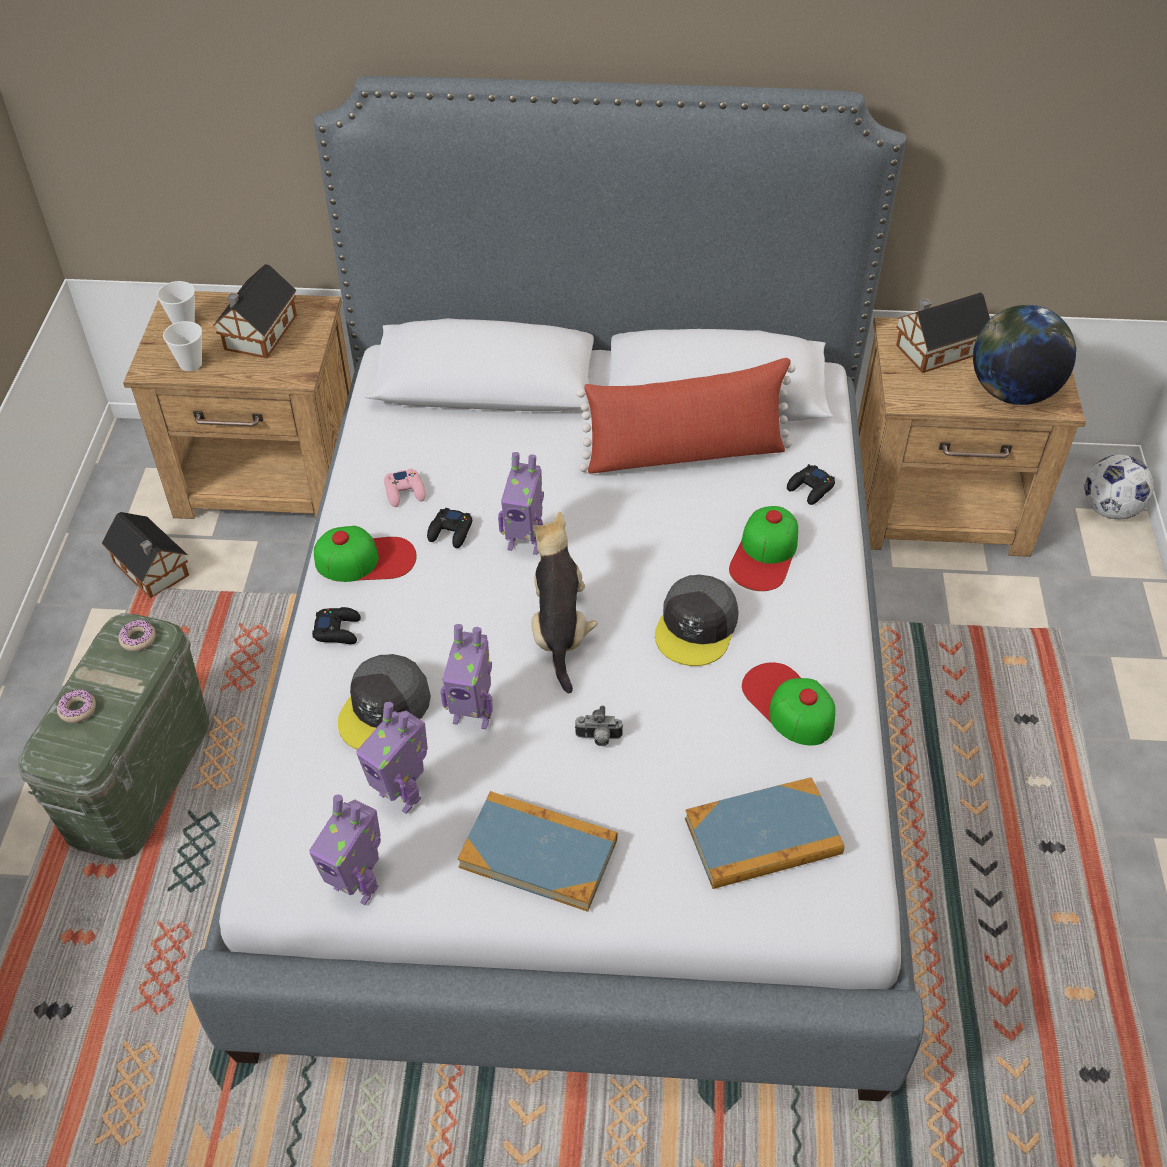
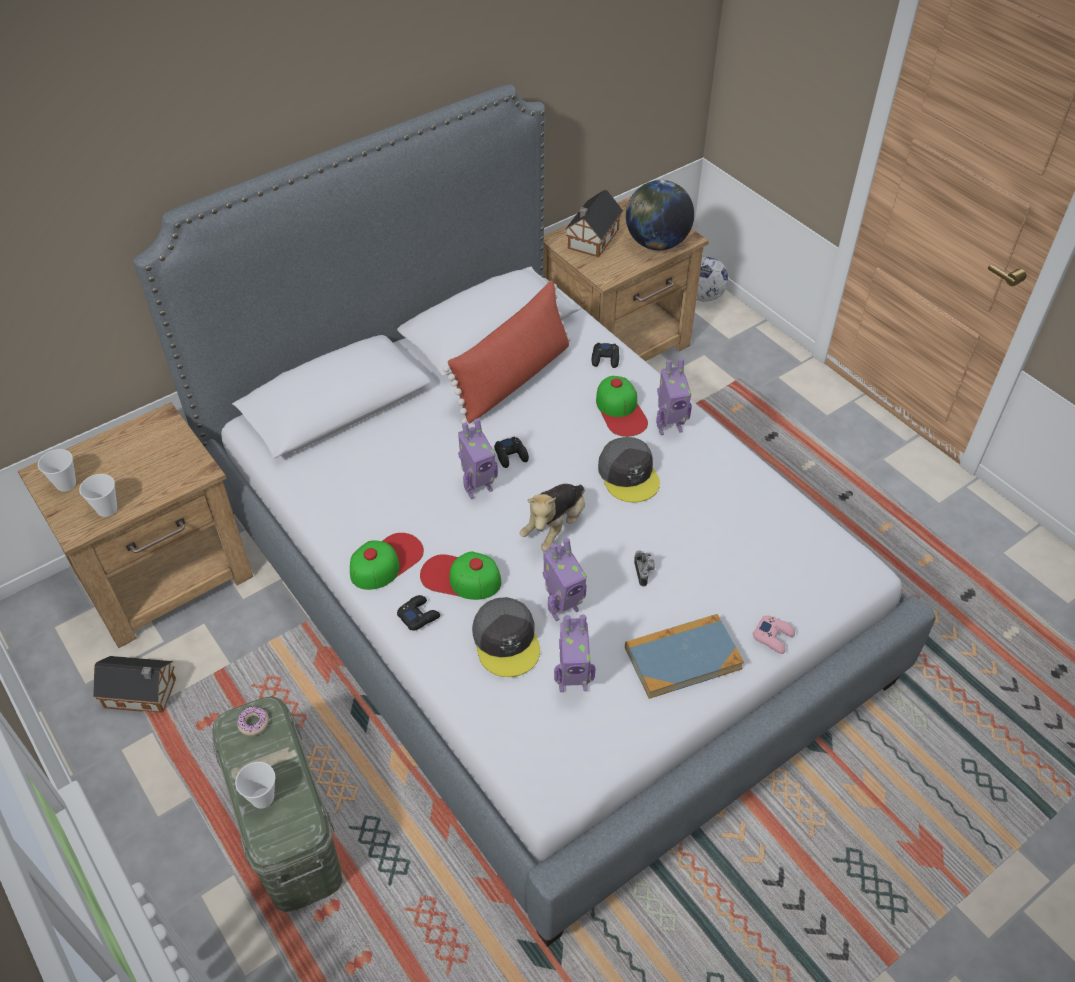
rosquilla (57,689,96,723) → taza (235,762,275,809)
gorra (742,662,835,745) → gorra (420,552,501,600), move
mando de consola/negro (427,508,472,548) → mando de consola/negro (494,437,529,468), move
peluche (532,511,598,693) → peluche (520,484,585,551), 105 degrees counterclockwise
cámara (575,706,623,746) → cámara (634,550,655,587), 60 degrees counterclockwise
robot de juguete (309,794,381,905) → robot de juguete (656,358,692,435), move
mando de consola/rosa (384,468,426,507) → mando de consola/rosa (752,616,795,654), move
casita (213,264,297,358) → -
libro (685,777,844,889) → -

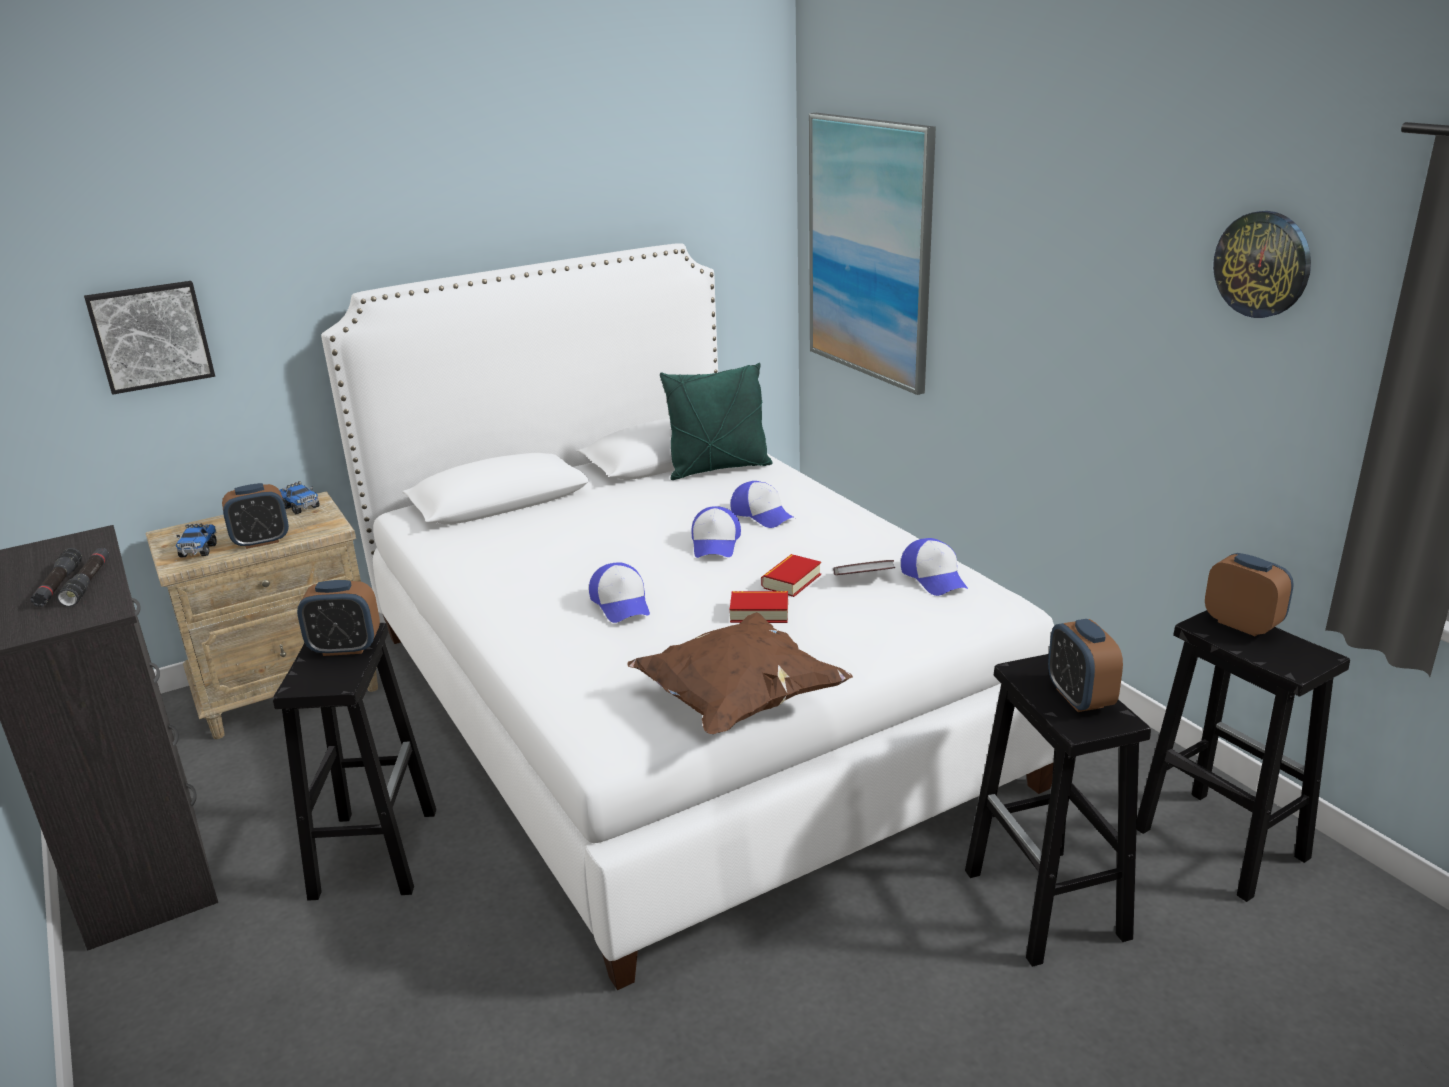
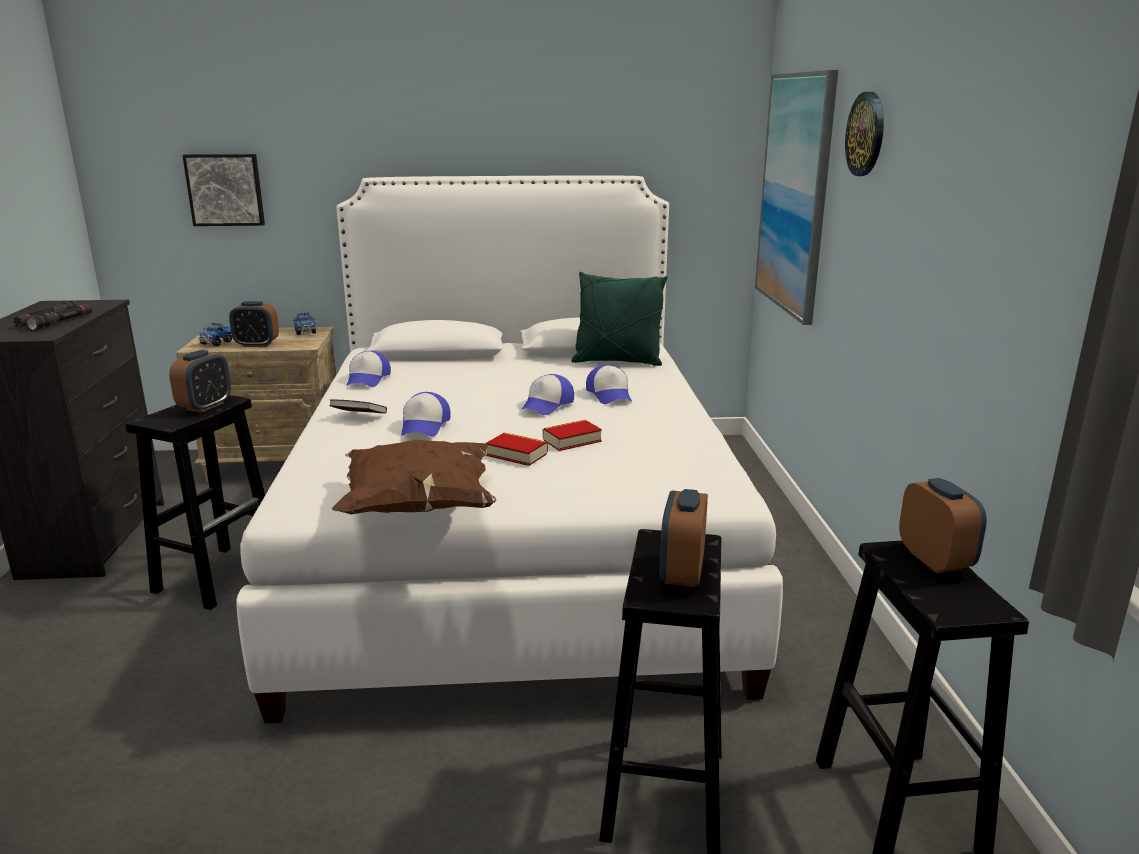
despertador (297,580,380,656) → despertador (169,350,231,413), 90 degrees counterclockwise
libro (833,560,895,575) → libro (329,399,387,413), move
gorra (901,538,968,596) → gorra (346,351,391,387), move
reloj de pared (1213,211,1311,318) → reloj de pared (845,92,884,176), move

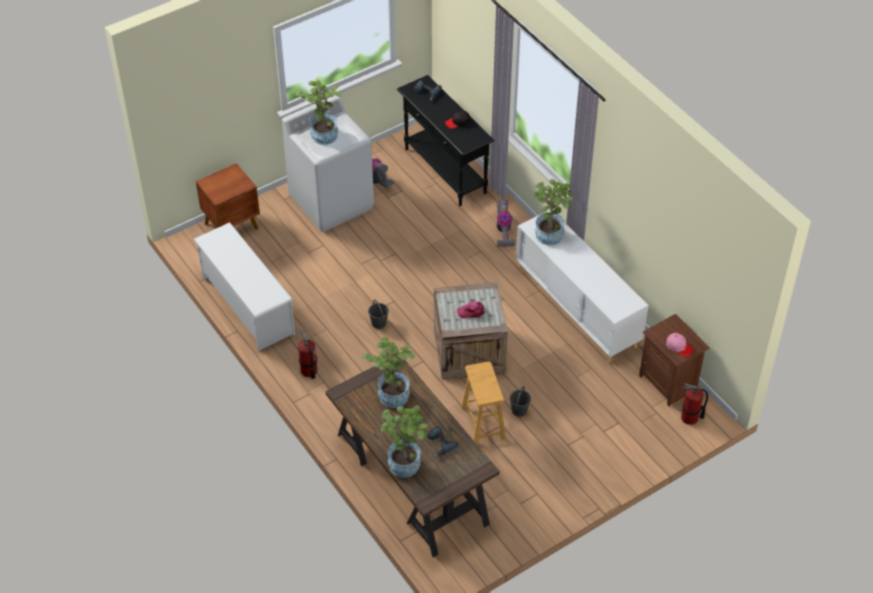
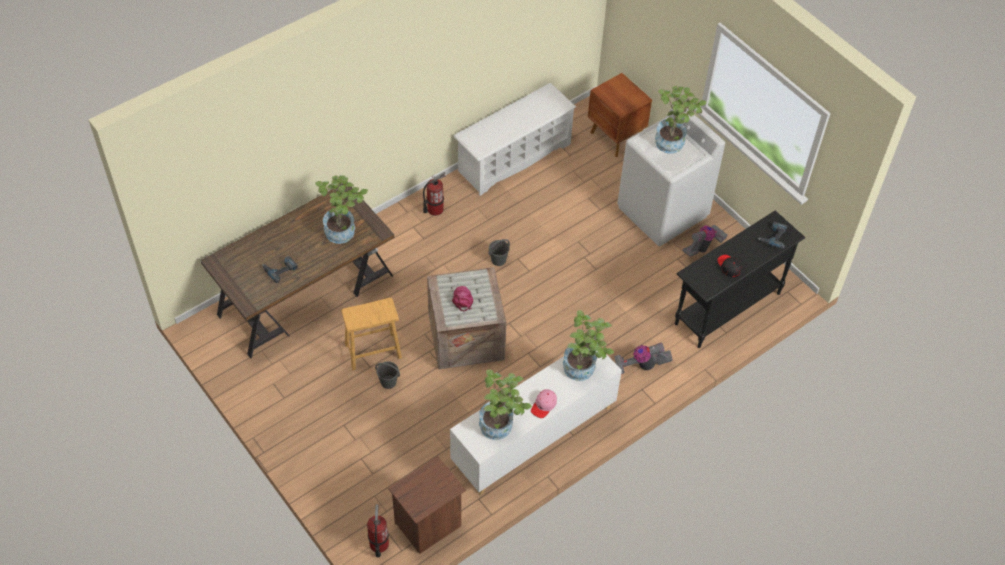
planta en maceta (381,405,428,478) → planta en maceta (479,369,532,440), move
gorra/rosa (666,333,693,357) → gorra/rosa (531,389,557,418), move

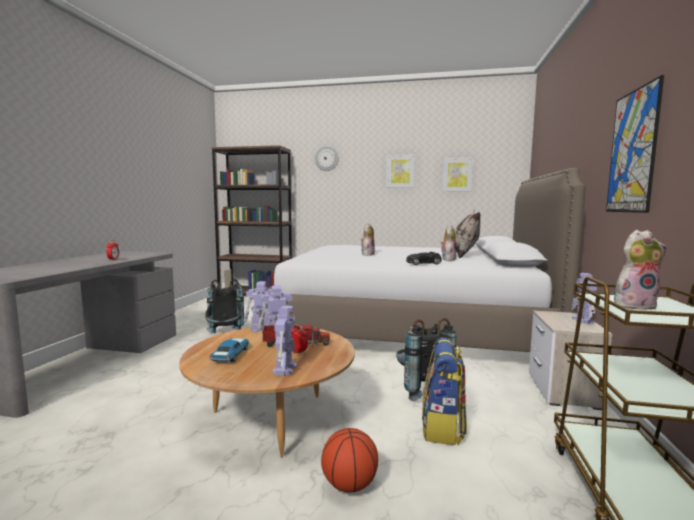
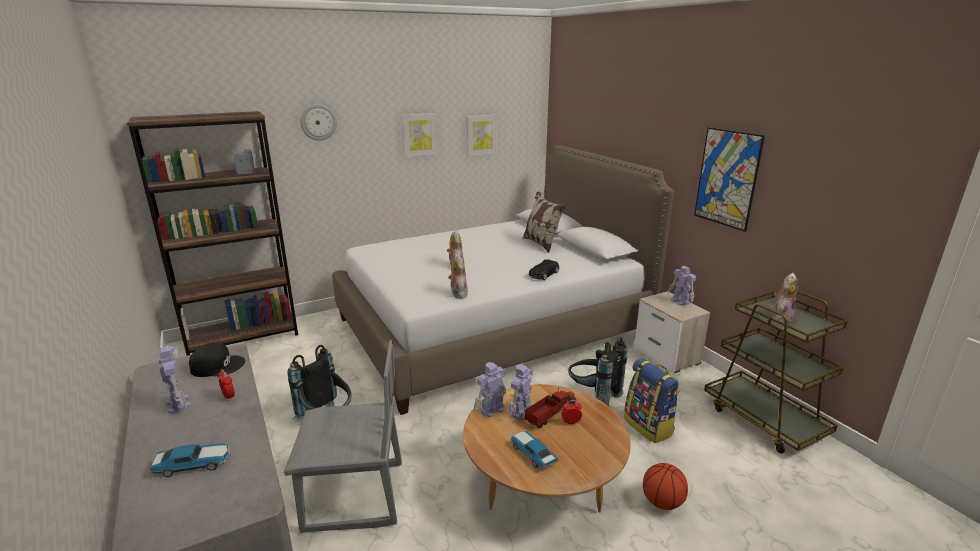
- → coche de juguete (150,443,230,477)
robot de juguete (272,305,297,376) → robot de juguete (158,346,191,414), move
- → gorra/negro (189,343,245,377)
- → silla/gris (284,340,402,533)
peluche (441,224,456,261) → peluche (448,254,468,298), move

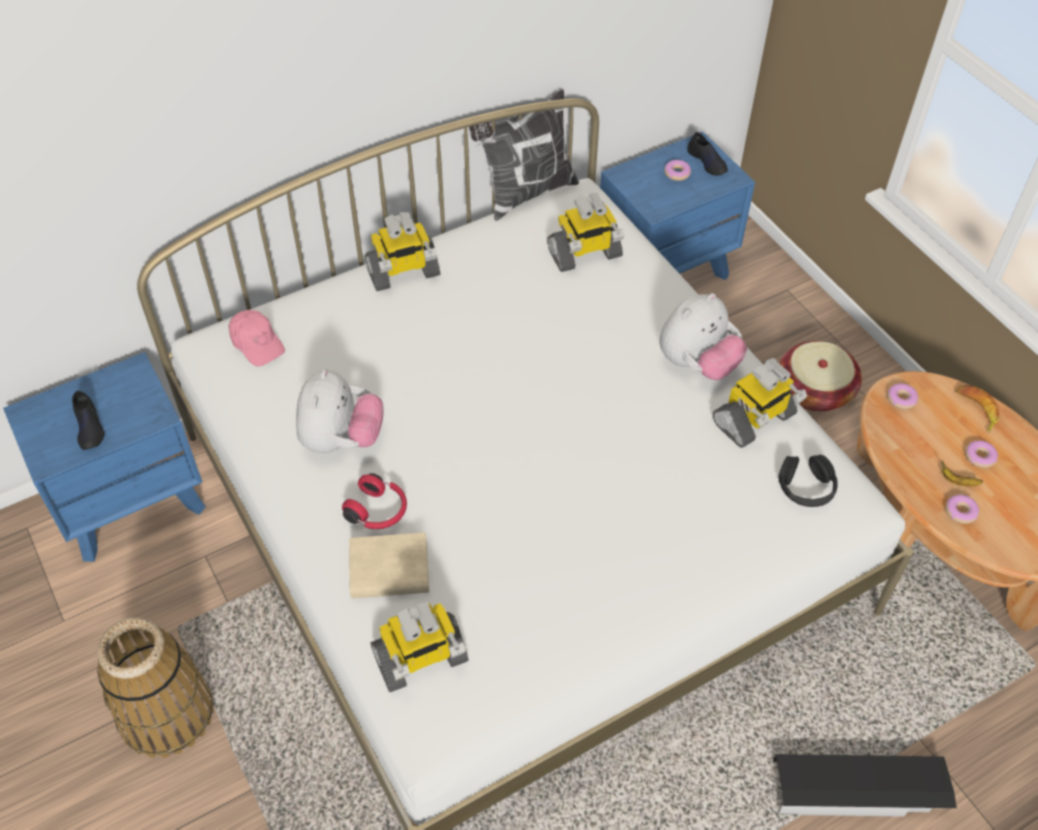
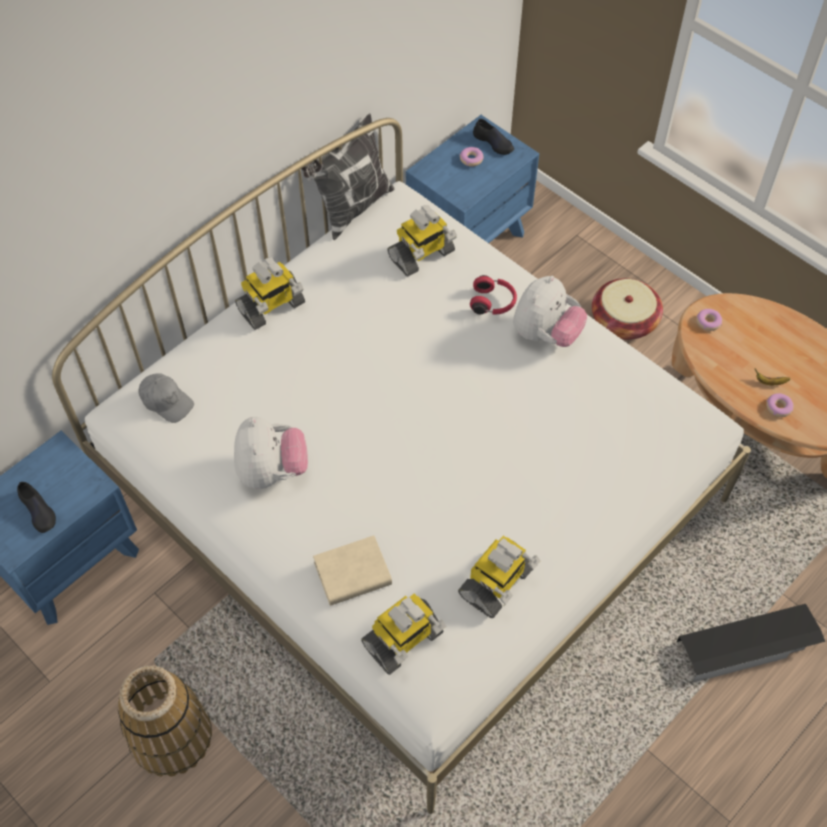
gorra/rosa (229,310,285,366) → gorra/gris (138,373,194,423)
robot de juguete (712,358,807,448) → robot de juguete (458,536,540,618), move
auriculares/rojo (342,473,407,529) → auriculares/rojo (470,275,517,314), move
auriculares/negro (778,455,838,507) → -
plátano (956,385,999,434) → -
rosquilla (965,440,998,468) → -

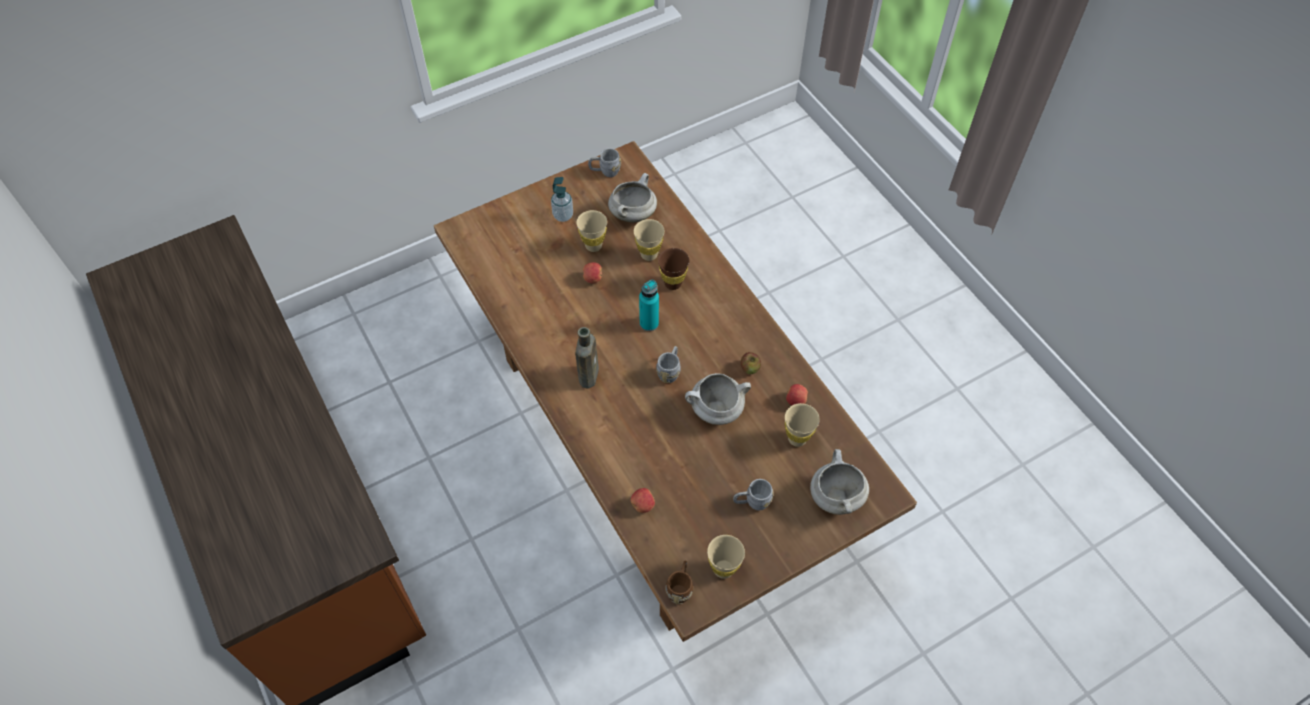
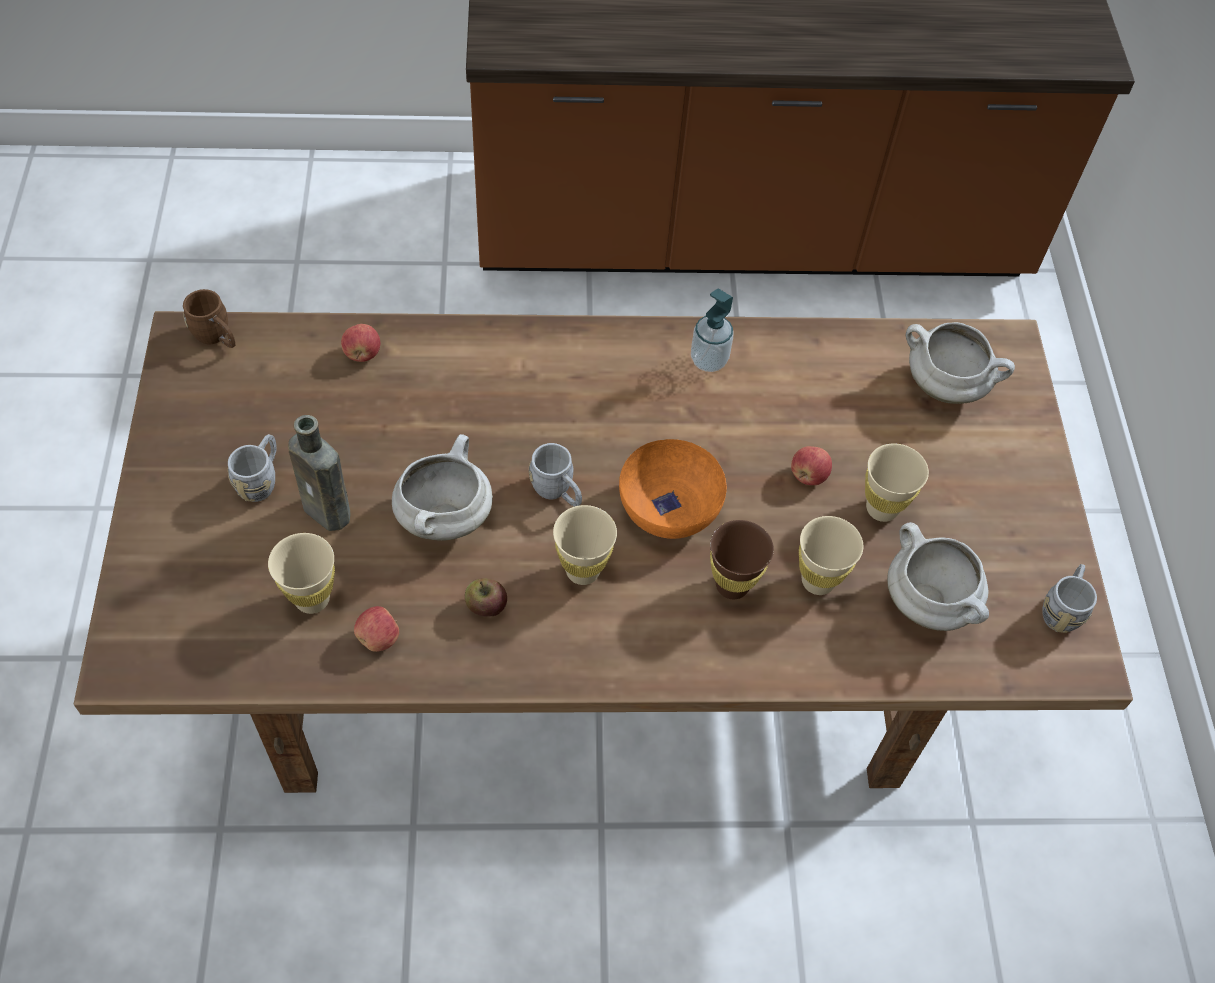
botella/marrón (575,327,599,389) → botella/marrón (288,415,350,531), move
taza/beis (707,535,745,579) → taza/beis (553,505,617,585), move
botella/turquesa (639,280,659,331) → cuenco/naranja (619,439,727,539)
dispensador de jabón (551,177,573,222) → dispensador de jabón (691,288,734,372), move
olla/blanco (810,449,869,515) → olla/blanco (906,322,1015,404), move

